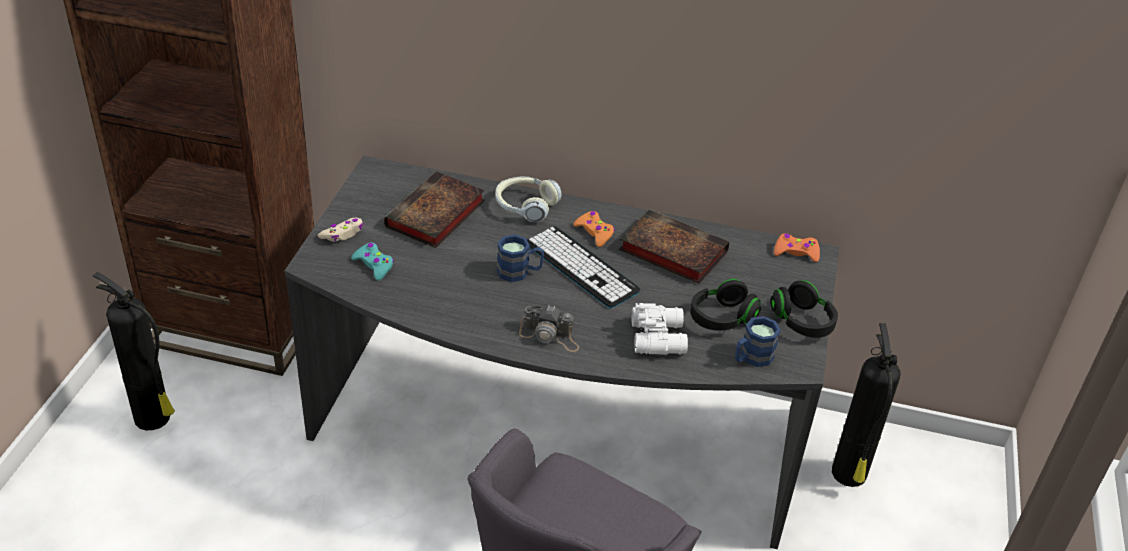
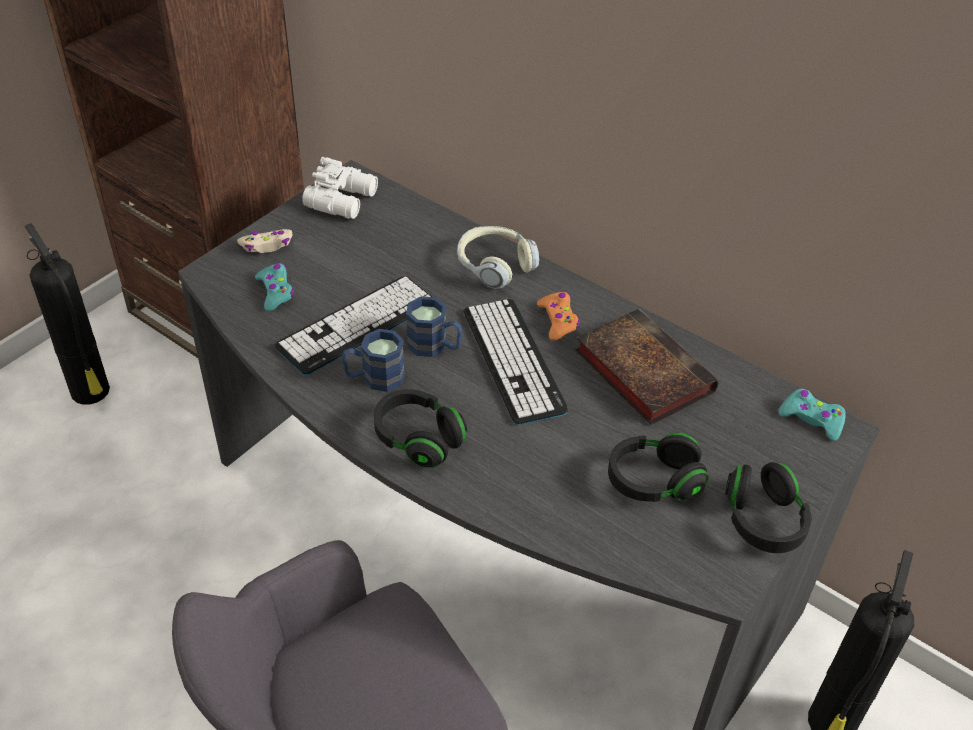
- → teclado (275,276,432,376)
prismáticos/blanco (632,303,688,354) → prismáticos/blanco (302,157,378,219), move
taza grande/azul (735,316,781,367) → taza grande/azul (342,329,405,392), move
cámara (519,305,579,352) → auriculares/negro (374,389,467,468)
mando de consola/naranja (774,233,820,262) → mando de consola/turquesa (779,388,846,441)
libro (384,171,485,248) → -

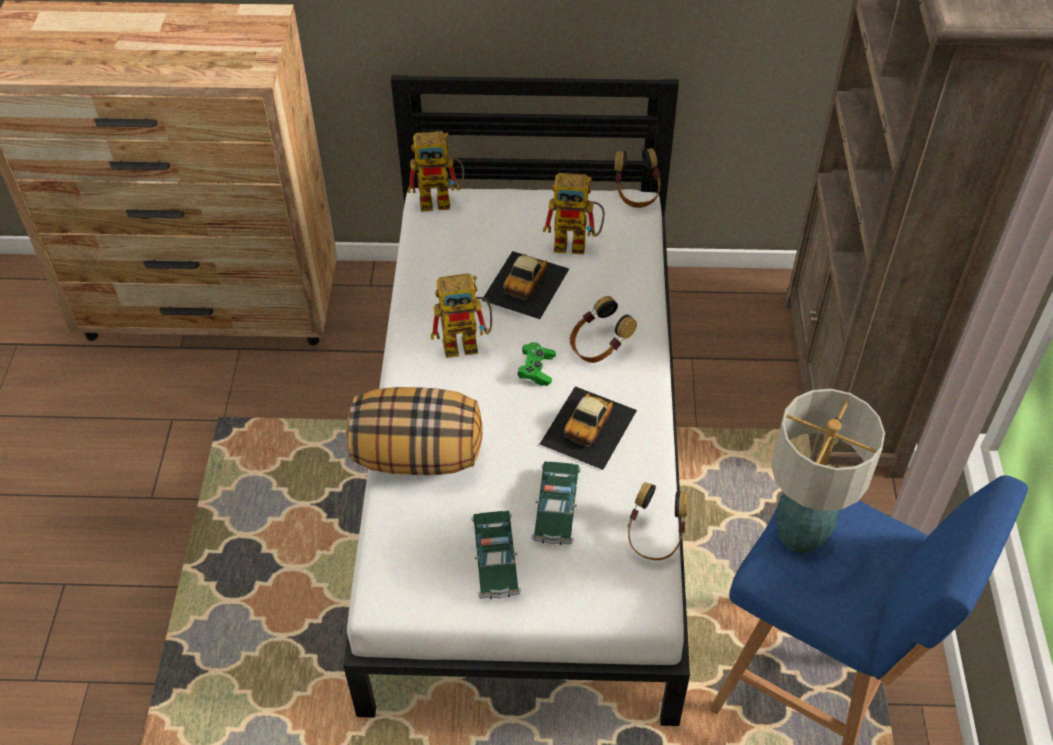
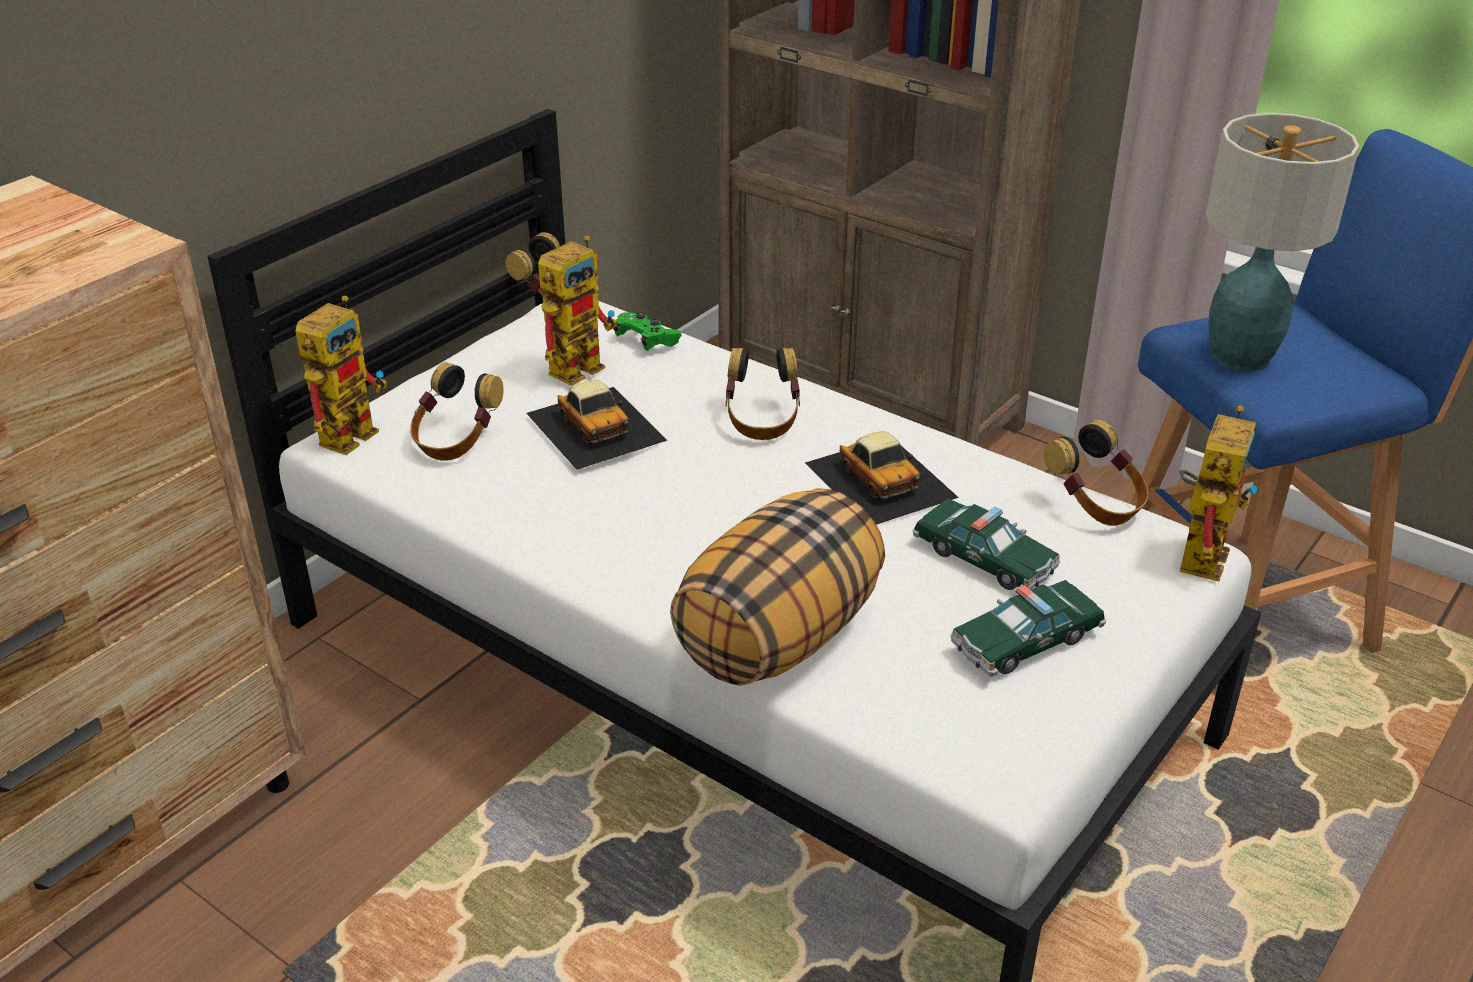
- → auriculares (410,362,503,461)
mando de consola/verde (517,342,556,386) → mando de consola/verde (613,312,682,351), move
coche de juguete (471,511,521,599) → coche de juguete (950,580,1106,677), 120 degrees clockwise
robot de juguete (431,273,492,358) → robot de juguete (1179,405,1259,582), move

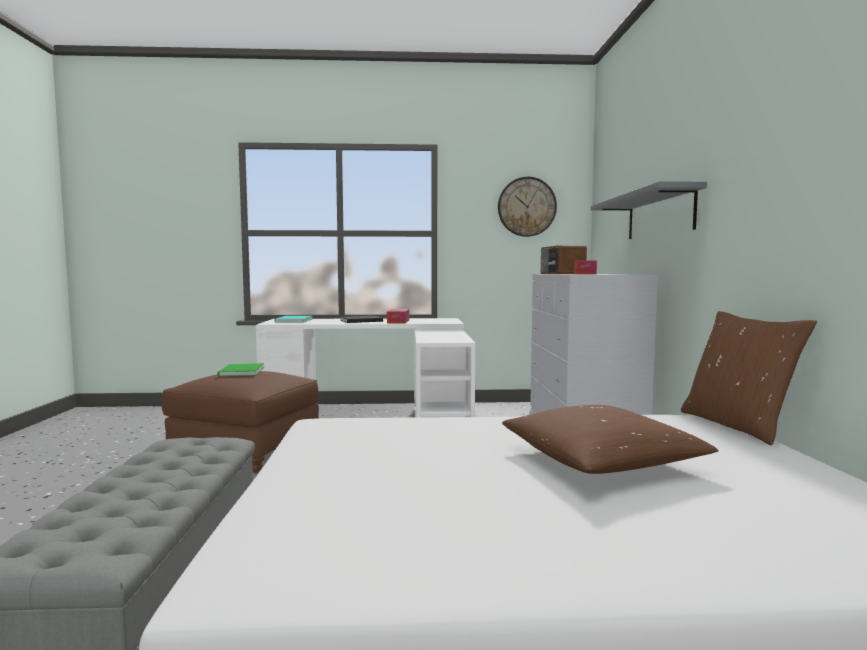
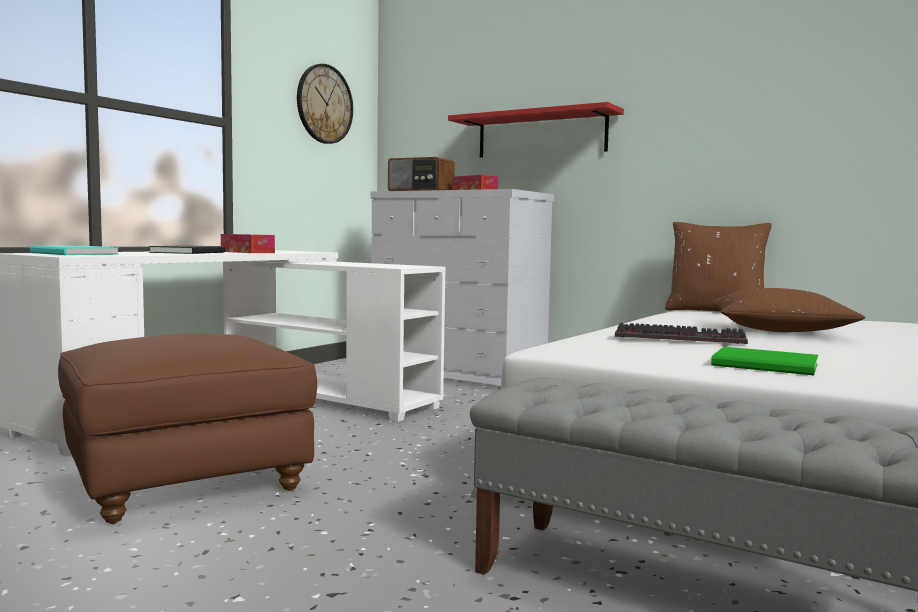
estante/gris (591,181,707,239) → estante/rojo (448,102,624,157)
- → teclado (615,323,748,344)
libro/verde (217,363,264,376) → libro/verde (711,347,818,375), move

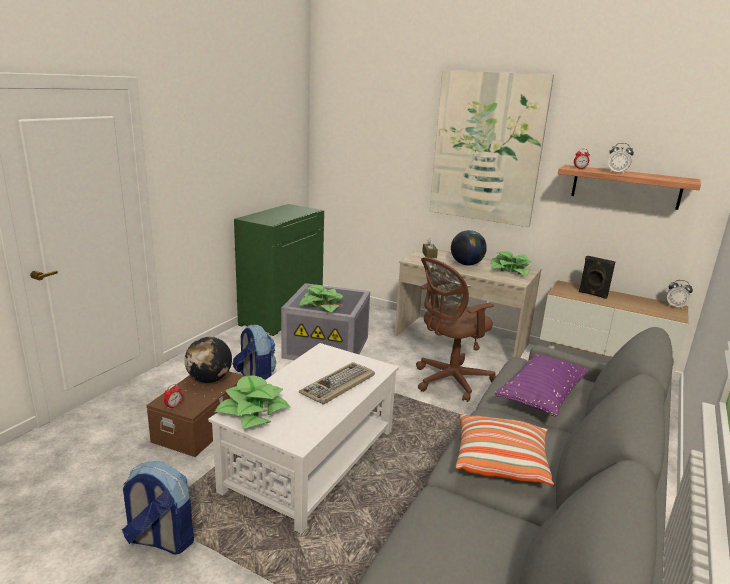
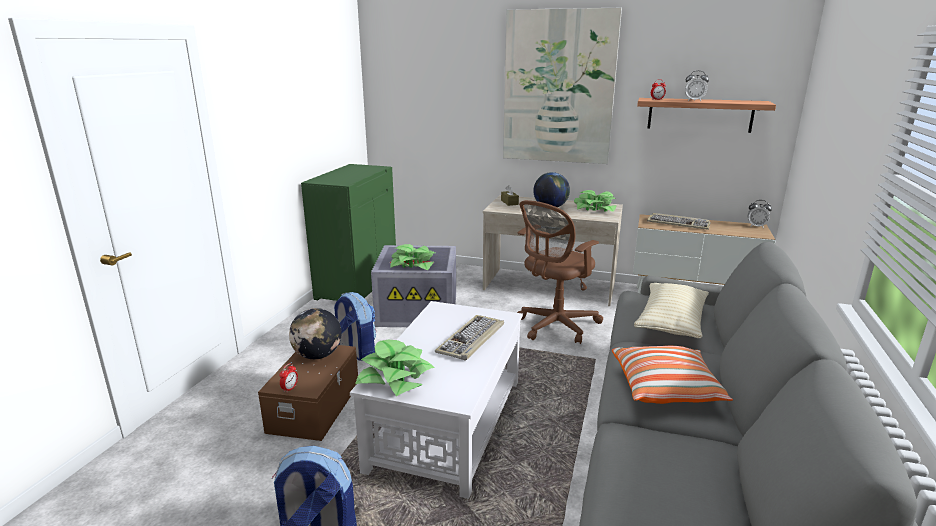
cojín/morado (495,353,589,416) → cojín/beis (634,283,709,338)
altavoz/negro (579,256,615,299) → teclado (647,213,711,230)

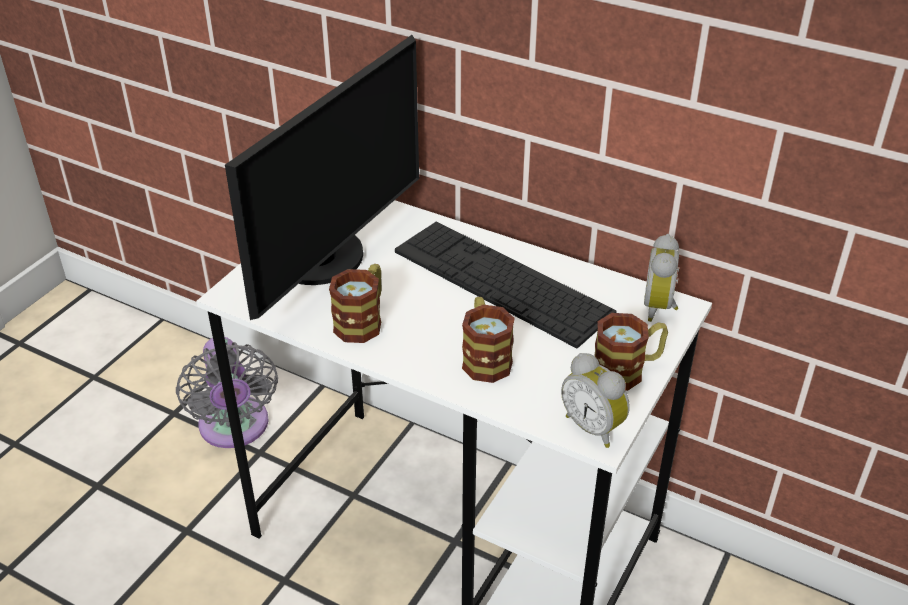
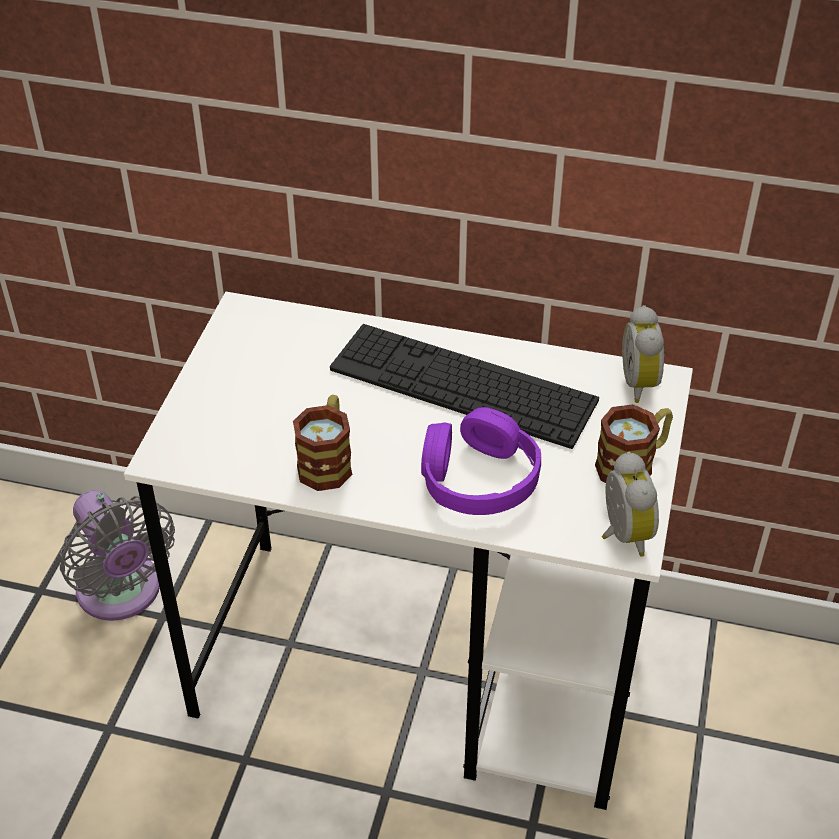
taza grande (462,297,515,383) → auriculares/morado (421,407,541,515)
despertador (561,353,630,448) → despertador (602,452,659,557), 135 degrees counterclockwise
monitor (225,35,419,320) → -

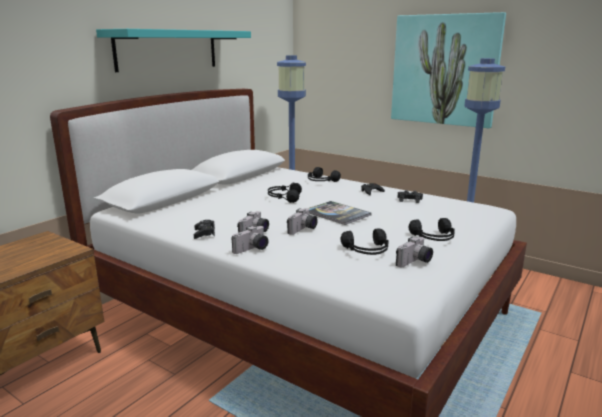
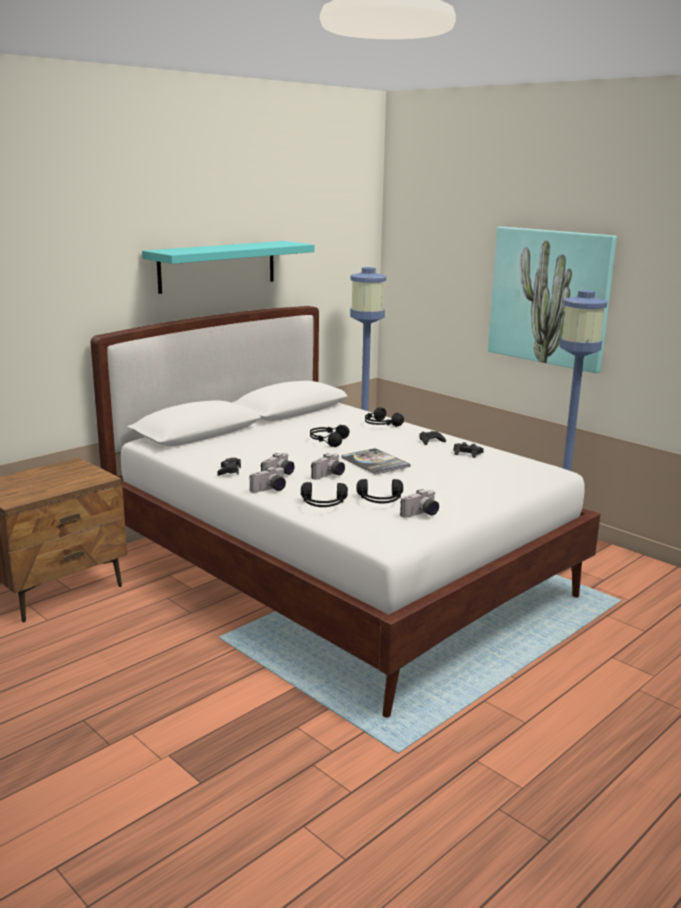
auriculares/negro (409,218,455,241) → auriculares/negro (301,482,348,507), move

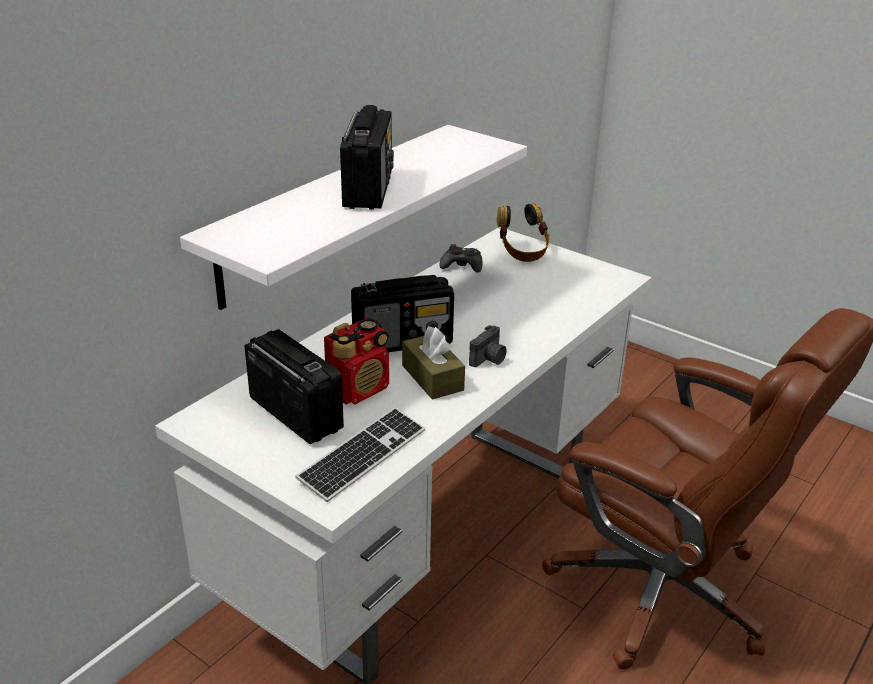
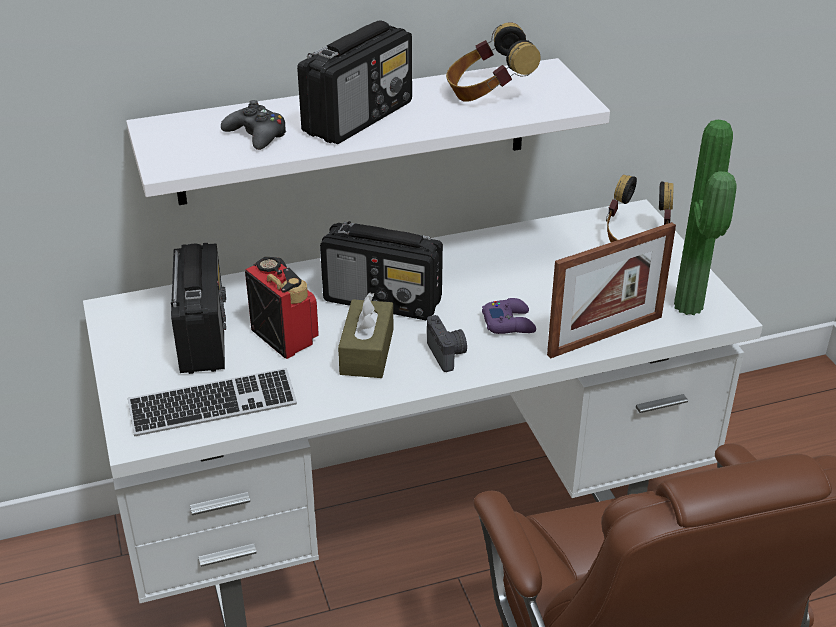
mando de consola/negro (439,244,483,273) → mando de consola/negro (221,100,286,150), move
radio (324,318,389,404) → radio (245,257,319,359), 120 degrees counterclockwise
cámara (469,325,507,367) → cámara (427,315,467,372), 90 degrees counterclockwise
- → auriculares (446,22,540,102)
- → mando de consola/morado (482,298,536,334)
- → portarretratos (547,222,676,359)
- → planta en maceta (674,120,737,315)

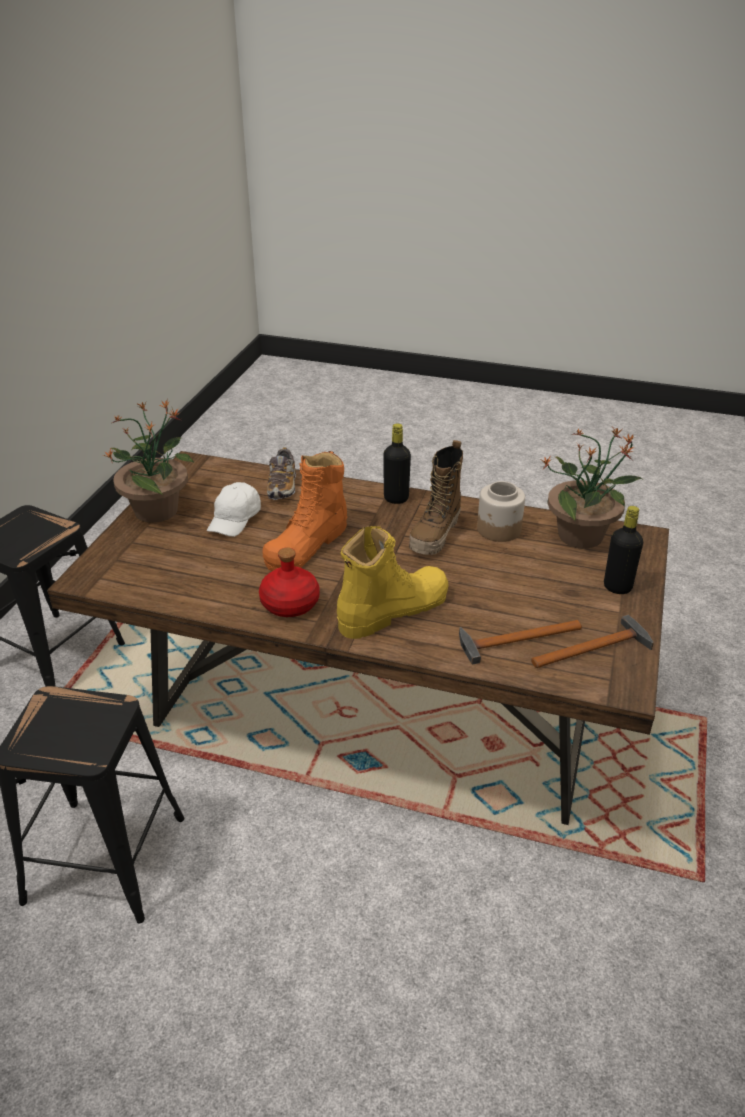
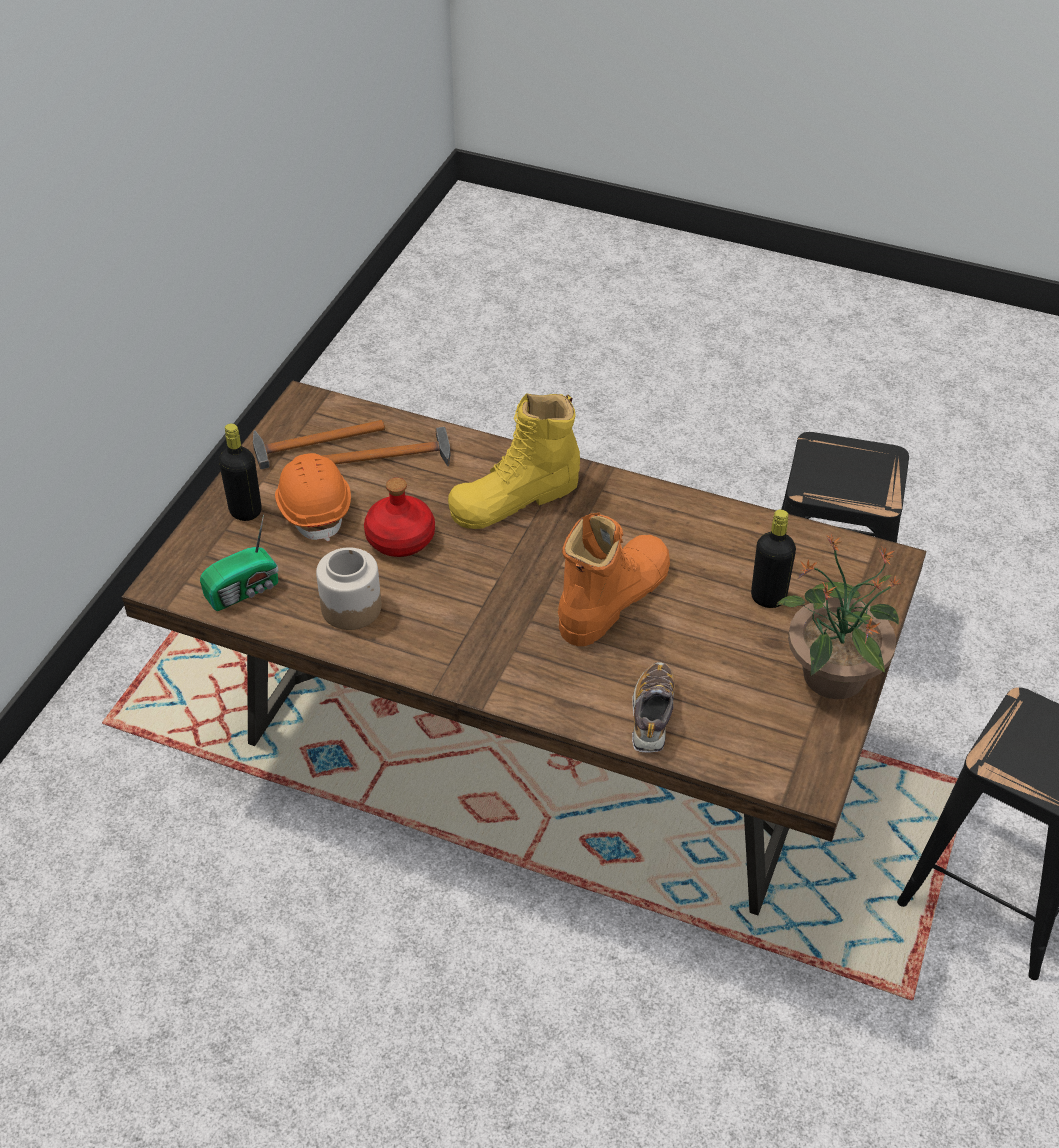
planta en maceta (541,427,643,548) → radio (200,514,279,611)
- → casco/naranja (275,453,351,541)
botella/rojo (259,547,319,617) → botella/rojo (364,478,435,557), move
botella/negro (383,424,411,504) → botella/negro (751,509,796,608), move
gorra/blanco (207,482,261,537) → -
bota (409,440,463,555) → -

